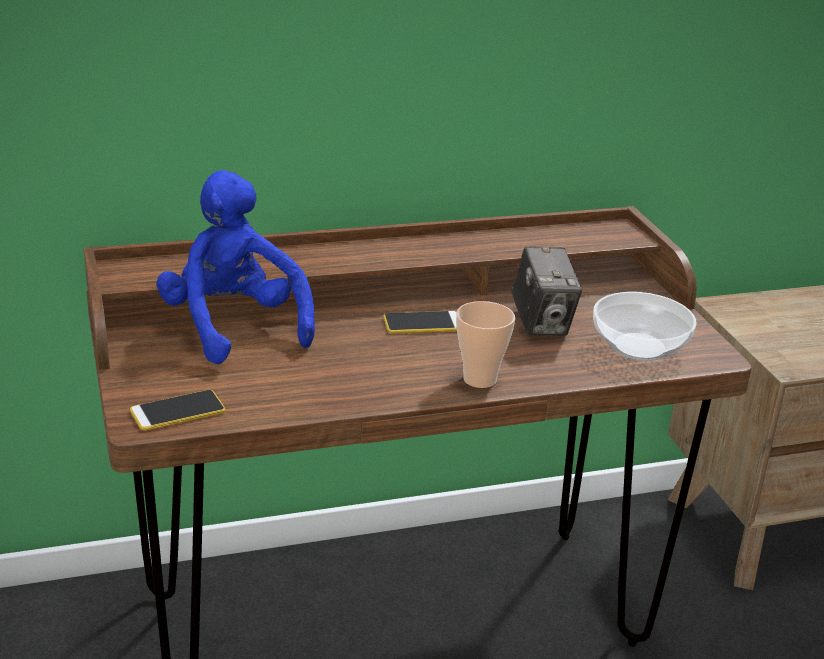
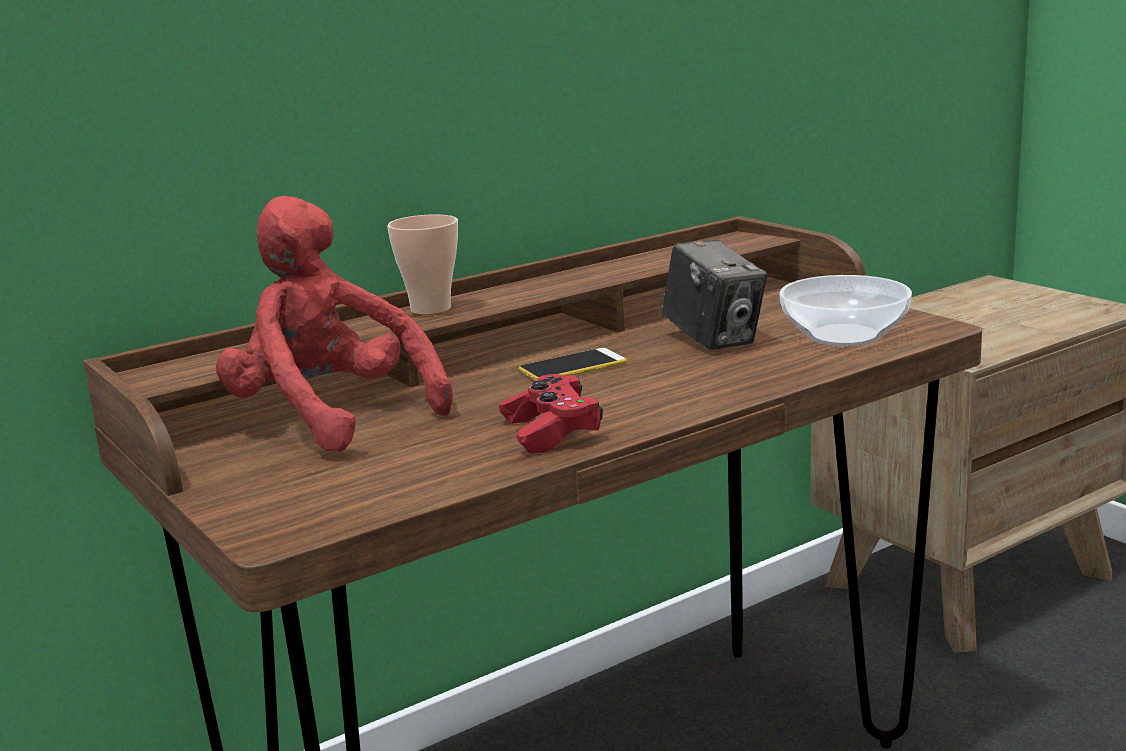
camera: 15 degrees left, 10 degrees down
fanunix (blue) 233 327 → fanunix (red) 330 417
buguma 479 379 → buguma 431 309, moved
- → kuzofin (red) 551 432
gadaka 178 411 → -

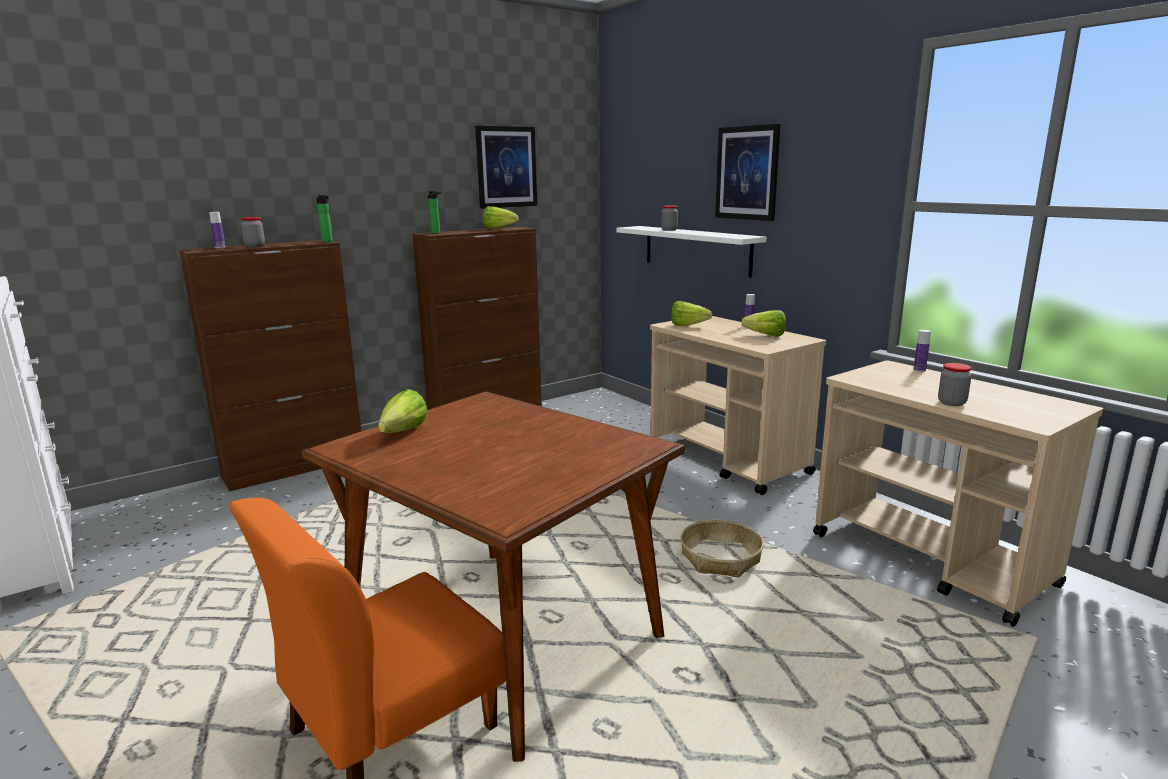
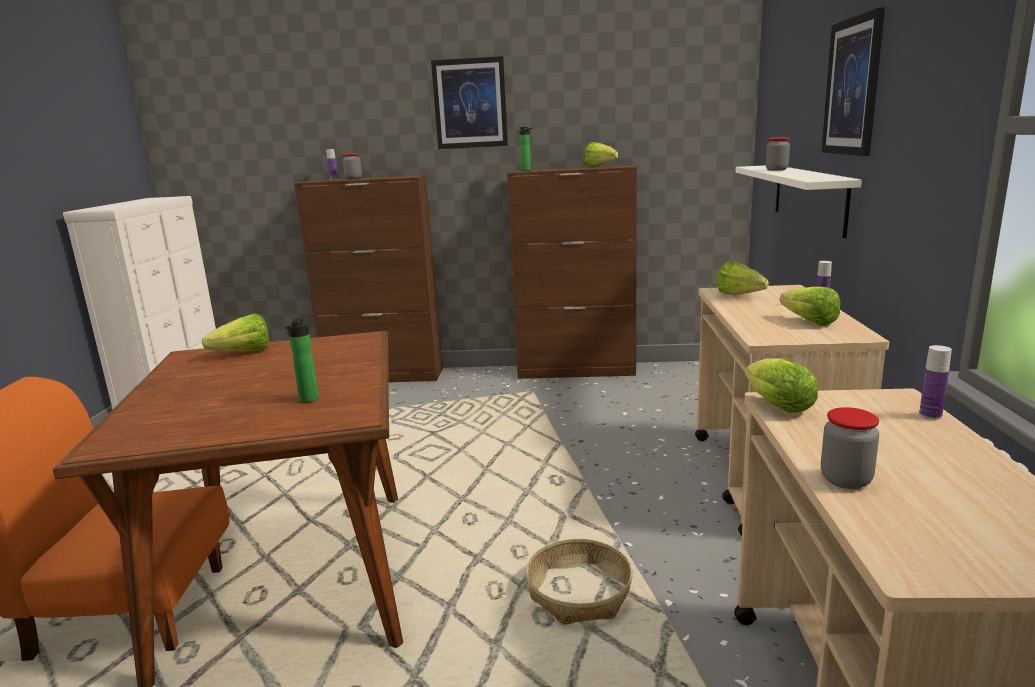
camera: 40 degrees right, 0 degrees up
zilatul 328 241 → zilatul 308 400, moved
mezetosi 506 167 → mezetosi 470 103, moved
- → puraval 775 405

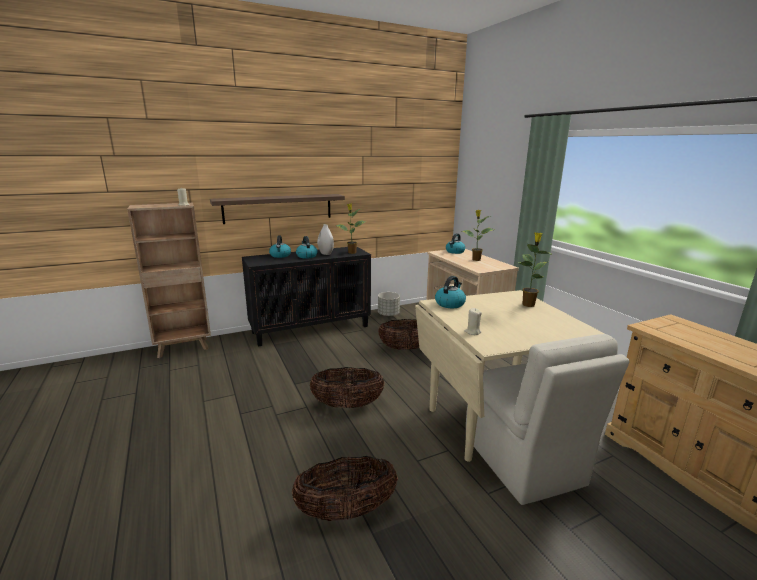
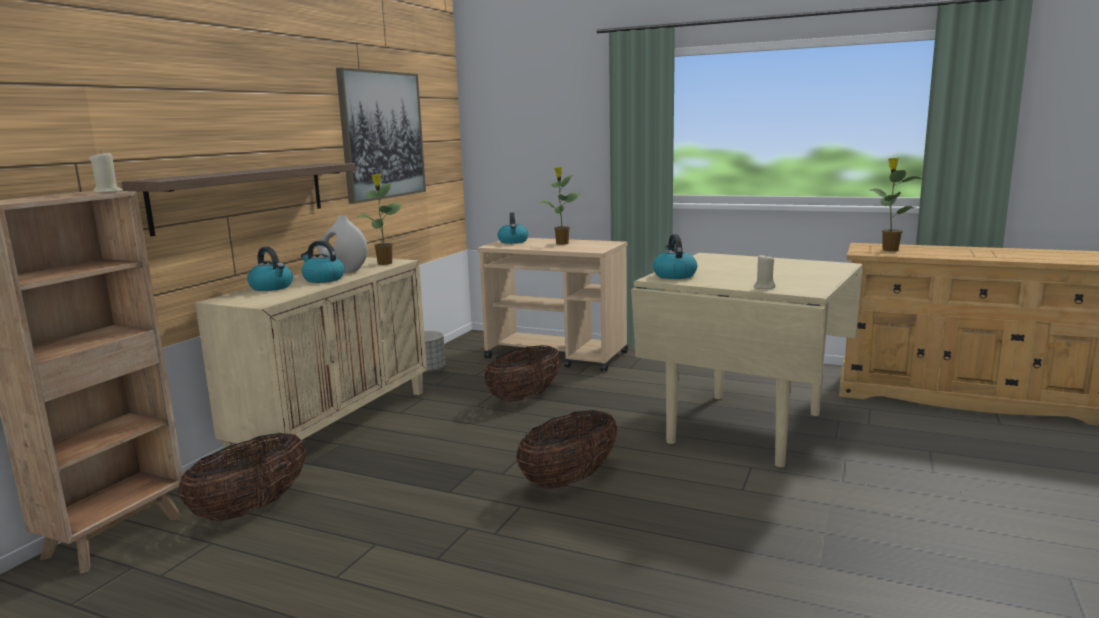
camera: 40 degrees left, 5 degrees down
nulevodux 346 511 → nulevodux 251 509, moved
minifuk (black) 311 329 → minifuk (beige) 335 424
- → mezetosi 382 135
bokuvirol 528 304 → bokuvirol 889 249, moved
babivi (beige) 524 462 → -

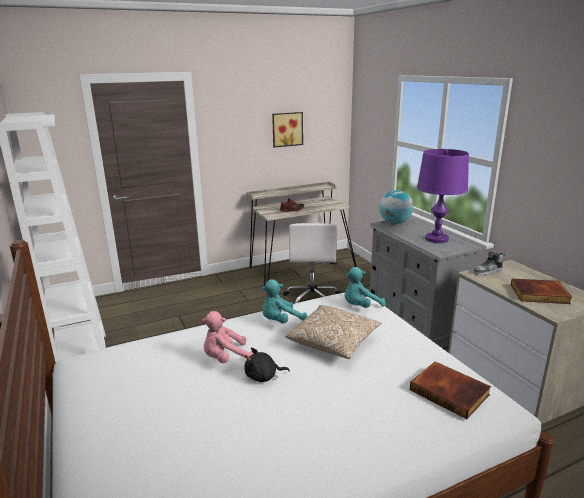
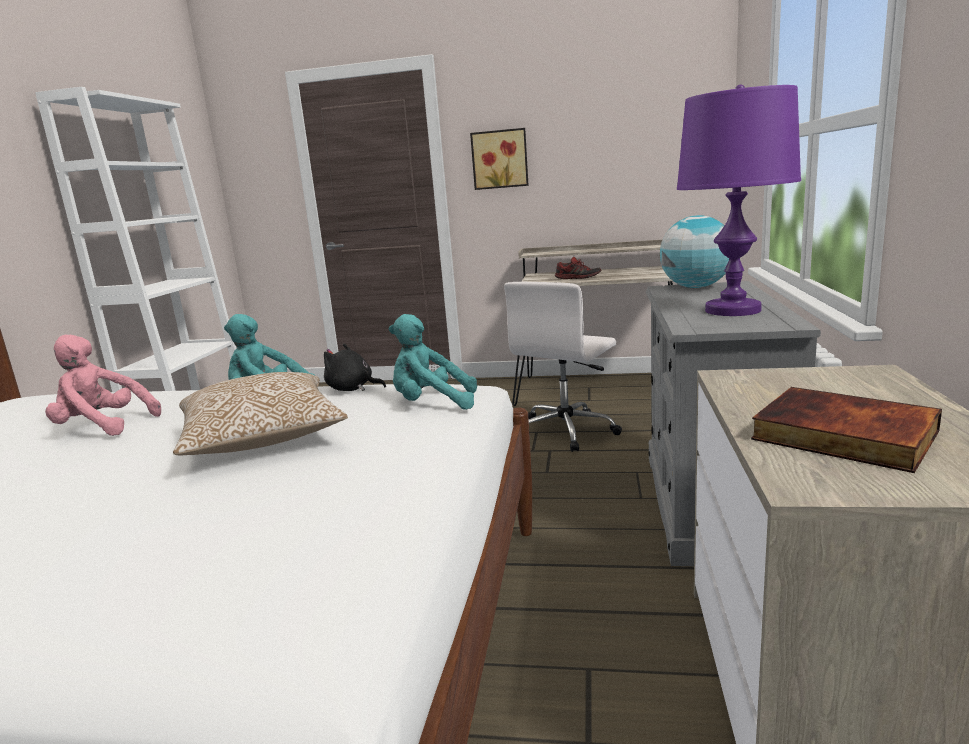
camera: 35 degrees right, 5 degrees down
fanunix (black) 263 377 → fanunix (black) 352 389, moved
mezetosi 287 129 → mezetosi 500 159, moved
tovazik 450 392 → -
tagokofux 487 271 → -

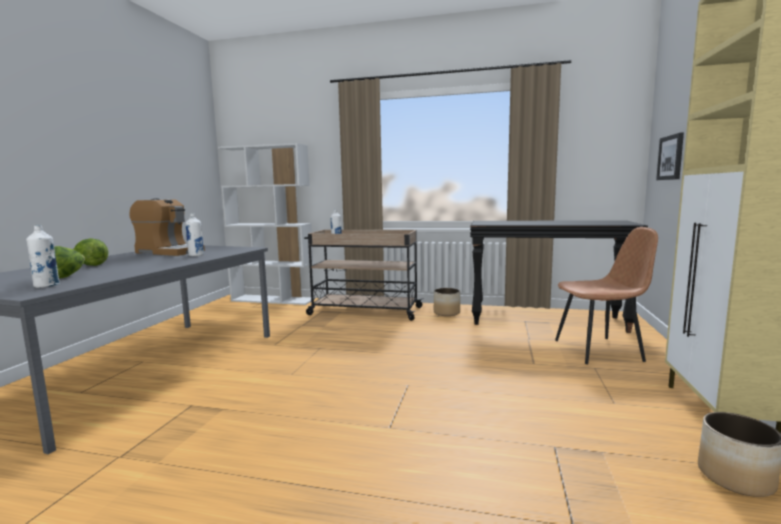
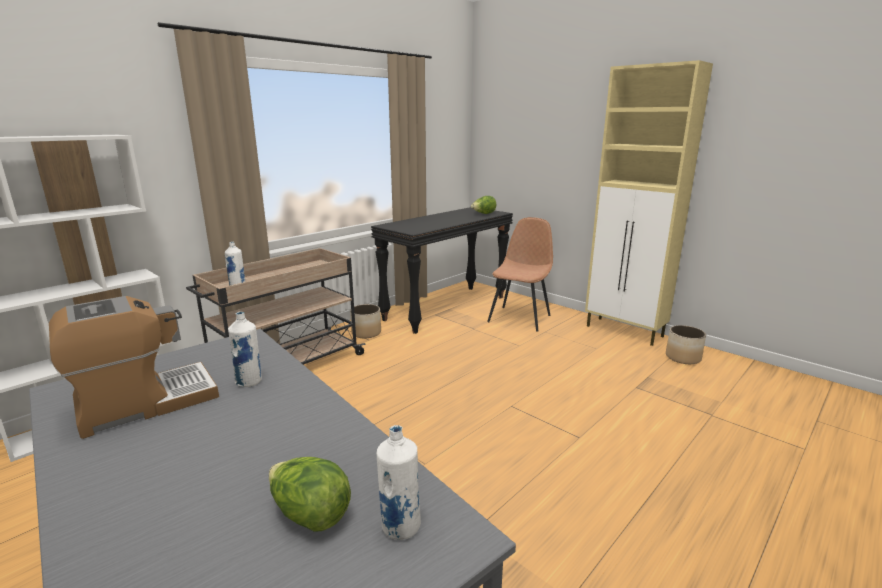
camera: 60 degrees left, 10 degrees up
puraval 91 265 → puraval 483 214, moved
mezetosi 671 157 → -

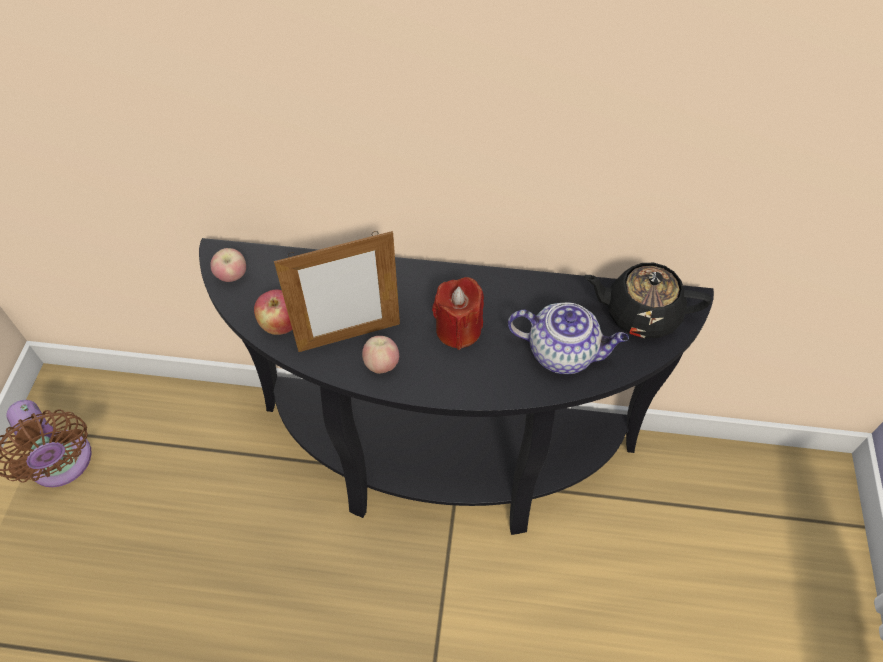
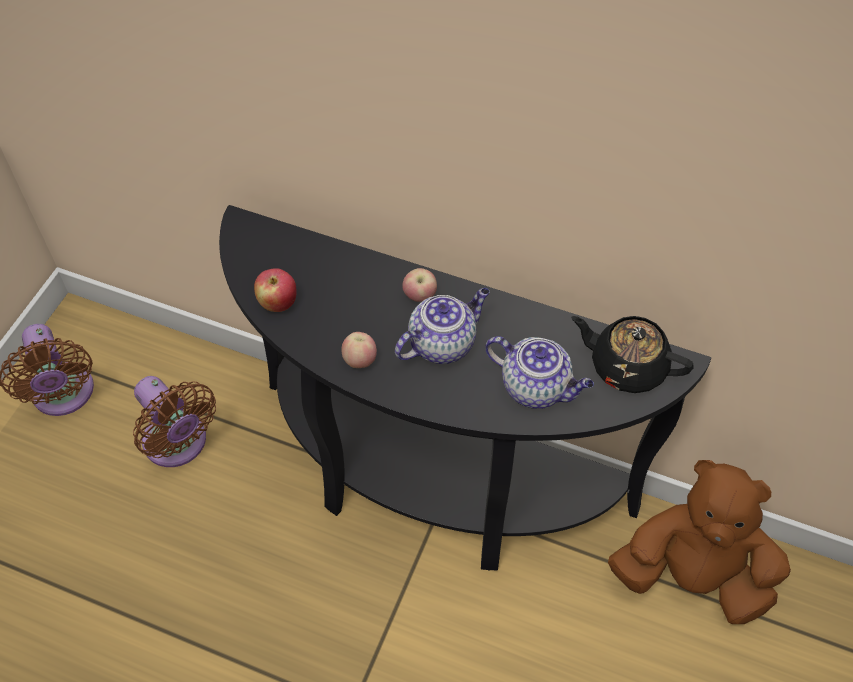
camera: 15 degrees right, 0 degrees up
- → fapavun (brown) 178 444
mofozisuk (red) 458 329 → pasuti 442 343
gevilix 232 276 → gevilix 420 296, moved
- → fanunix (brown) 692 576
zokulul 349 337 → -

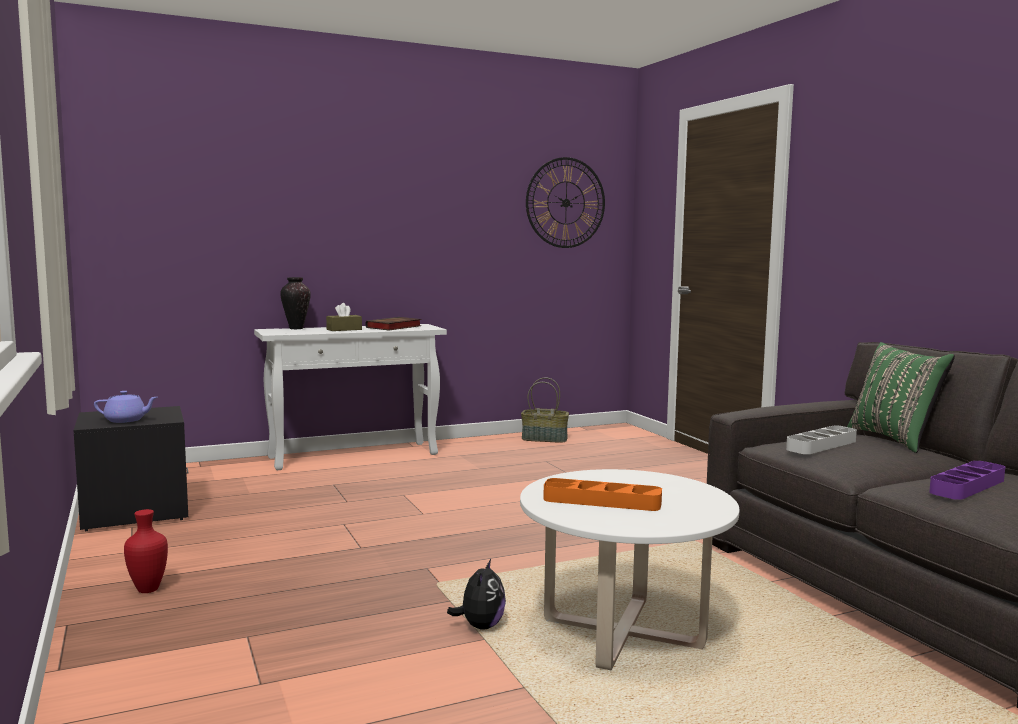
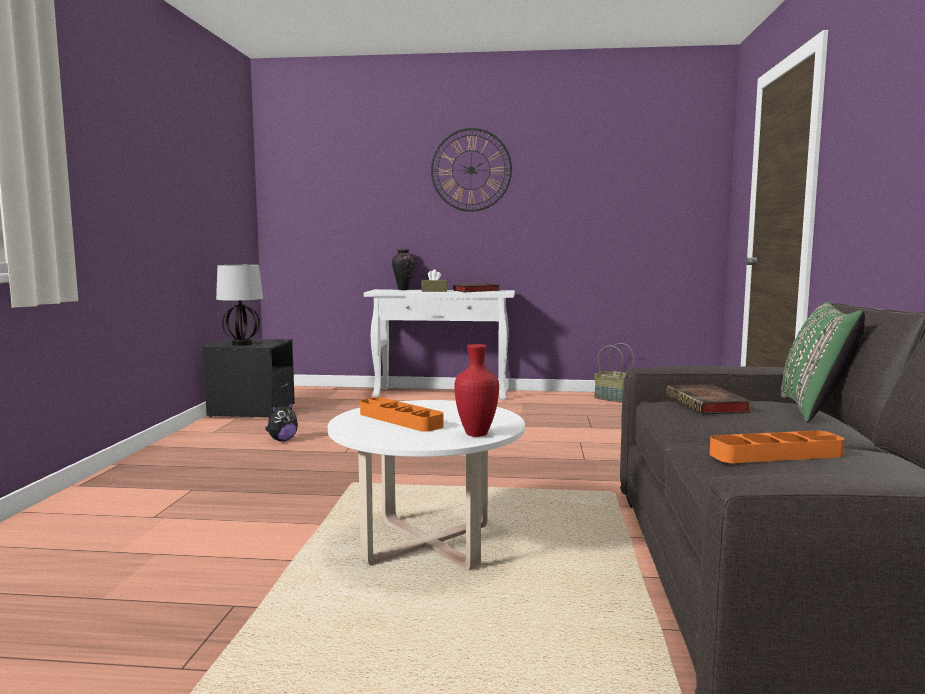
camera: 30 degrees right, 0 degrees up
pasuti (purple) 126 420 → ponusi 241 344
fanunix 480 626 → fanunix 282 440, moved
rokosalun 565 203 → rokosalun 471 170, moved
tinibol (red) 148 590 → tinibol (red) 476 435, moved
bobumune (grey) 821 445 → tovazik 708 405
bobumune (purple) 967 486 → bobumune (orange) 775 454

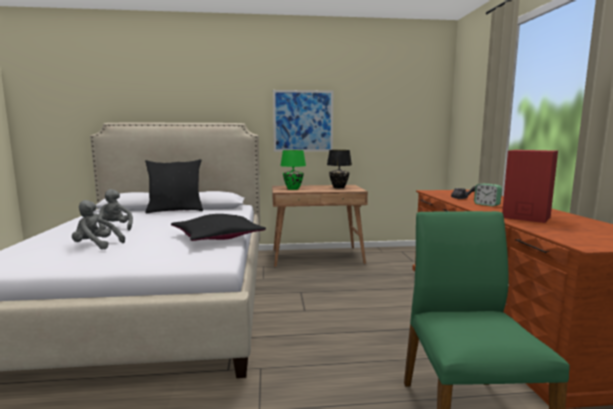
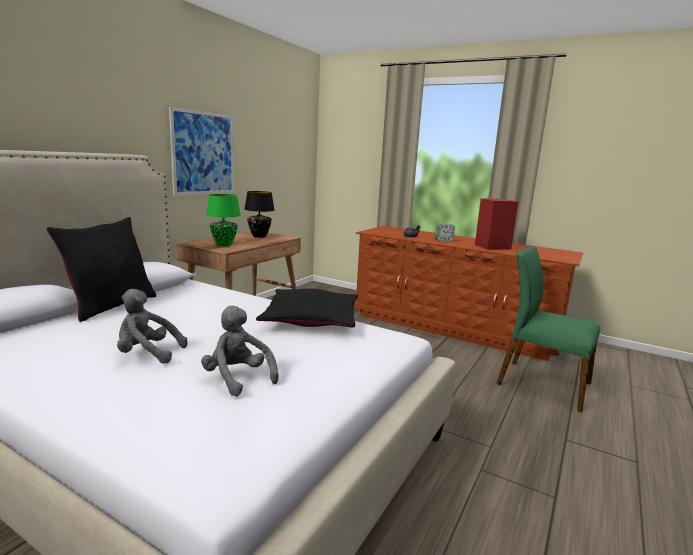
camera: 55 degrees left, 5 degrees up
fanunix (grey) 96 246 → fanunix (grey) 238 378, 90 degrees clockwise

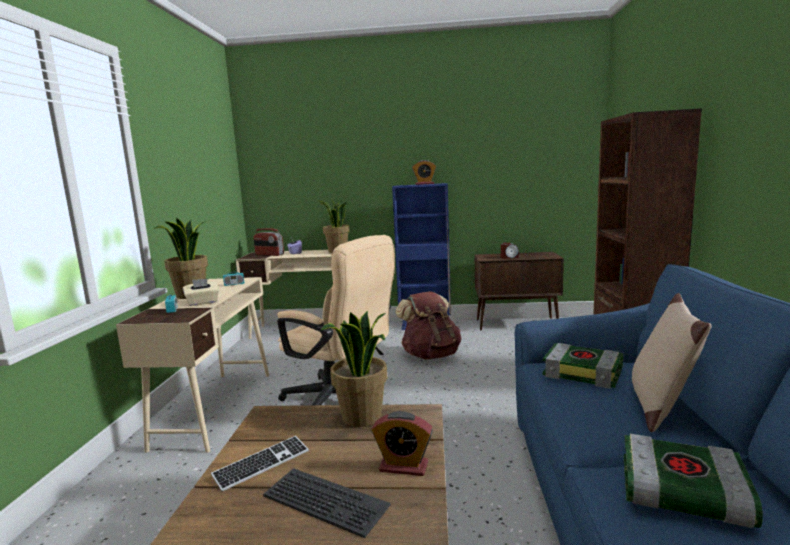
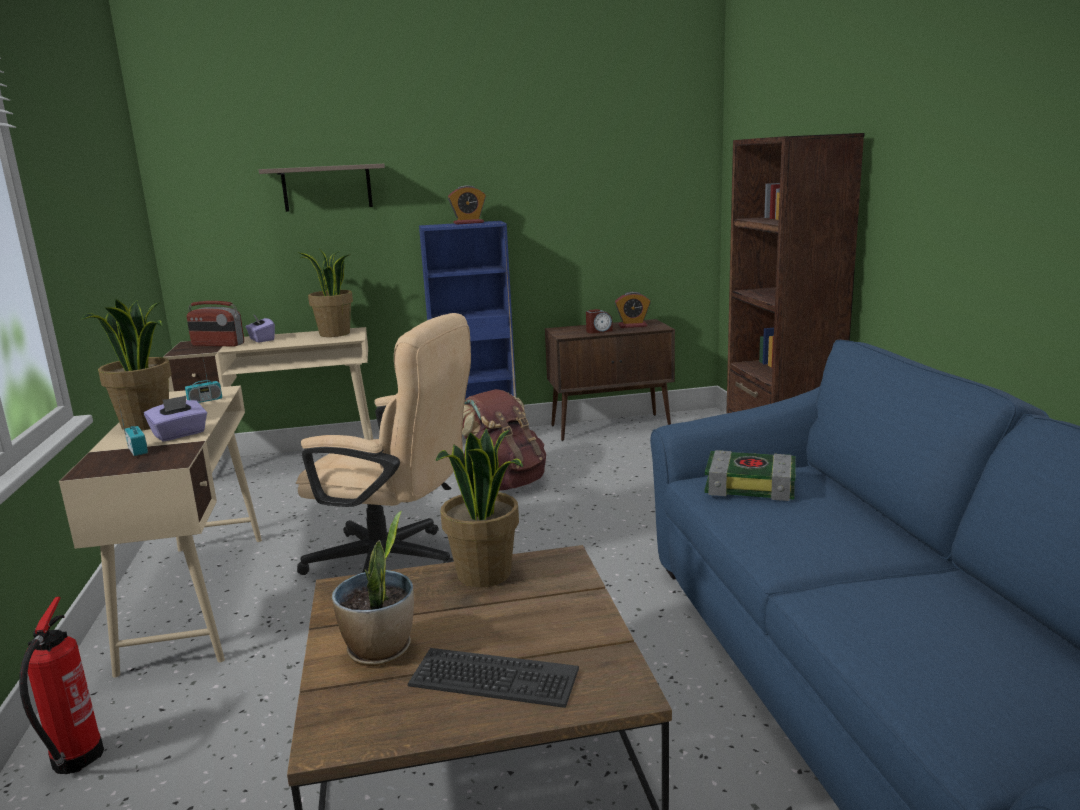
camera: 15 degrees left, 5 degrees up
- → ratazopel 74 761
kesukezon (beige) 202 302 → kesukezon (purple) 180 434
- → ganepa 327 187
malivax 262 464 → bokuvirol 380 650
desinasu 403 466 → desinasu 632 326, moved
tovazik 681 493 → -
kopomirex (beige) 660 406 → -

